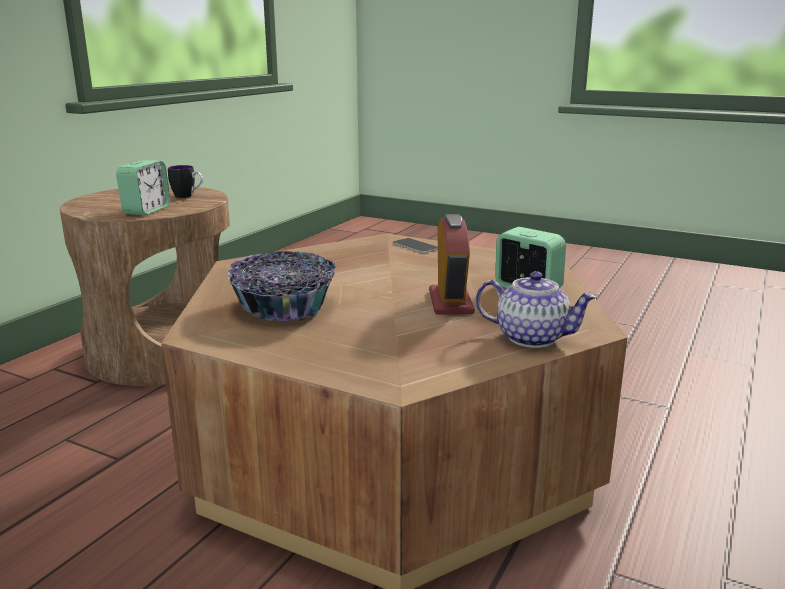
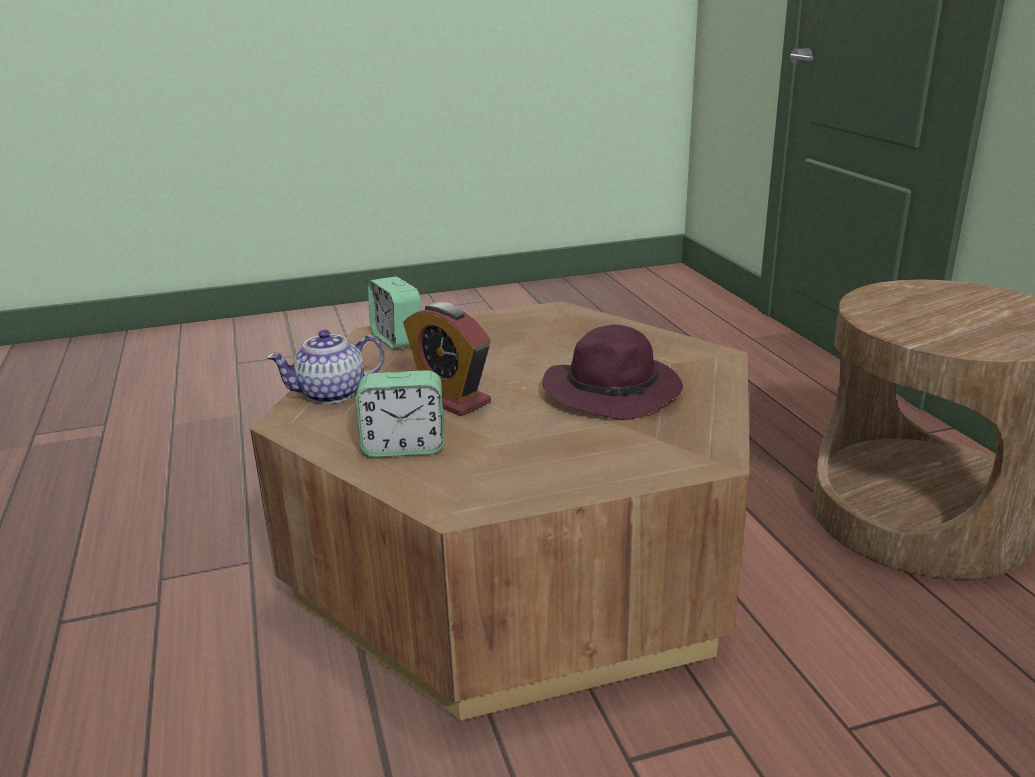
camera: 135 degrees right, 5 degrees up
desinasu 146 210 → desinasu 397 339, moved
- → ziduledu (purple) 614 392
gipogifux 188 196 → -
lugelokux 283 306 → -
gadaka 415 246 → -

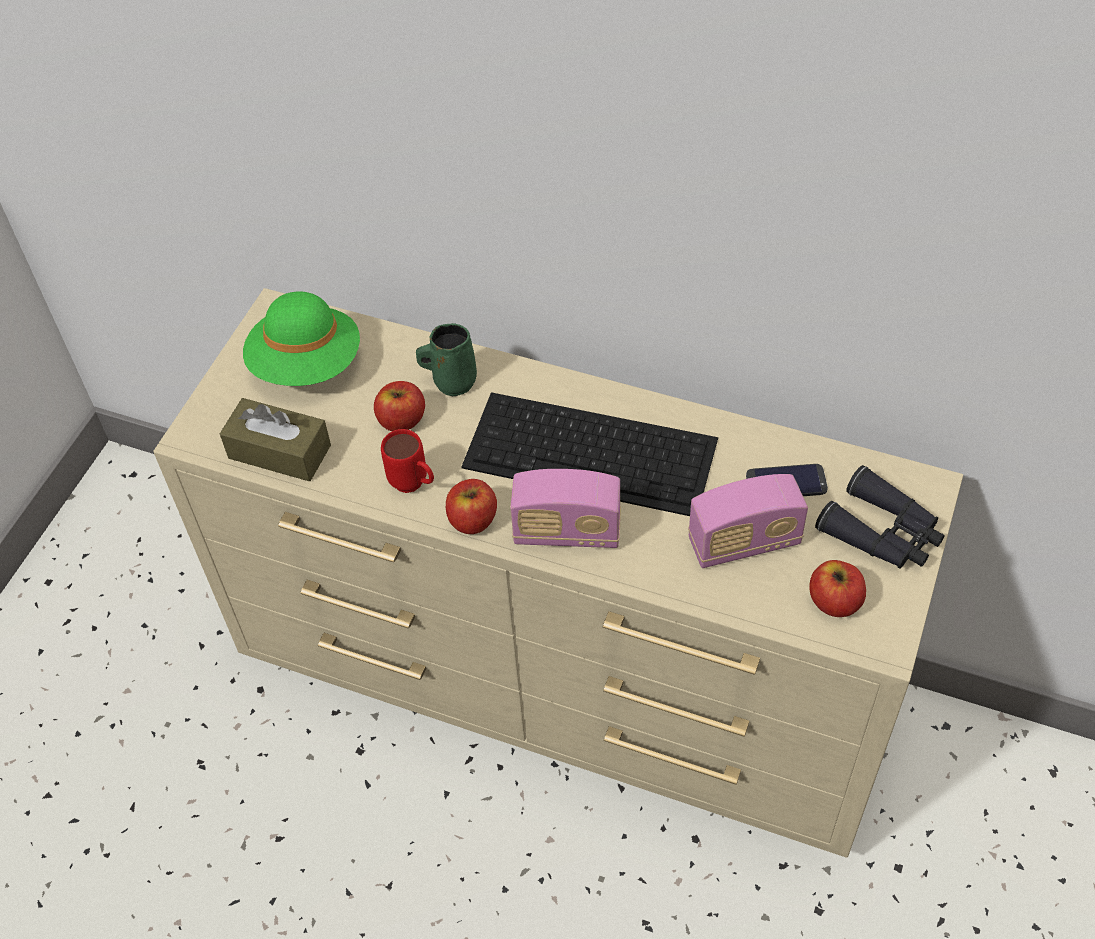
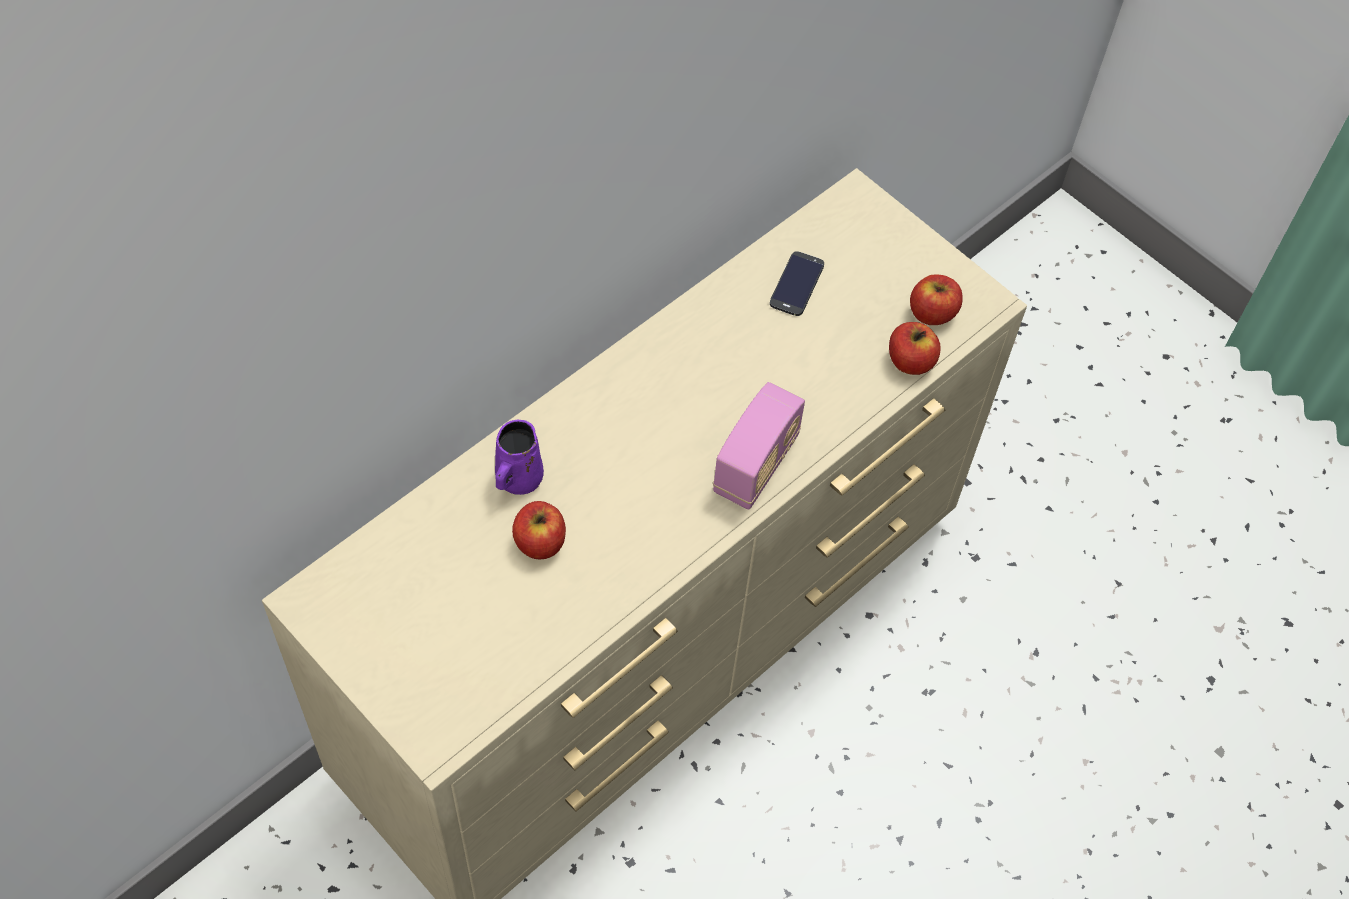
camera: 70 degrees left, 5 degrees up
gipogifux (green) 452 381 → gipogifux (purple) 518 479
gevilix 472 520 → gevilix 910 361, moved
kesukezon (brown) 279 451 → -
ziduledu (green) 307 364 → -
gipogifux (red) 414 486 → -
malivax 593 453 → -
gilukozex 744 542 → -
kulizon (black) 882 533 → -

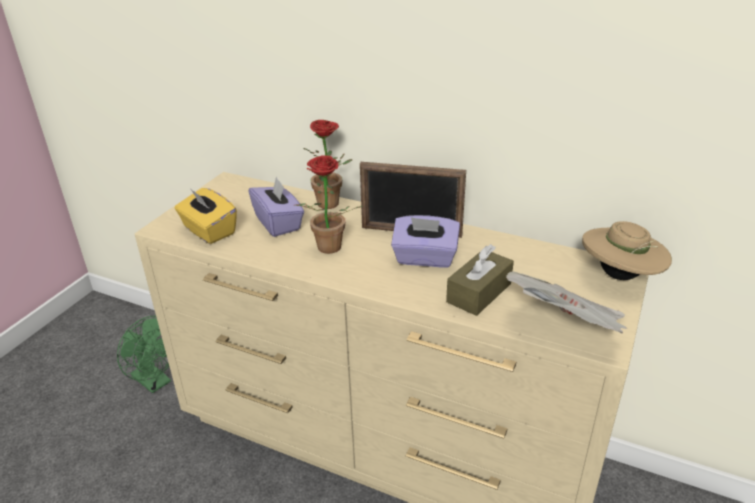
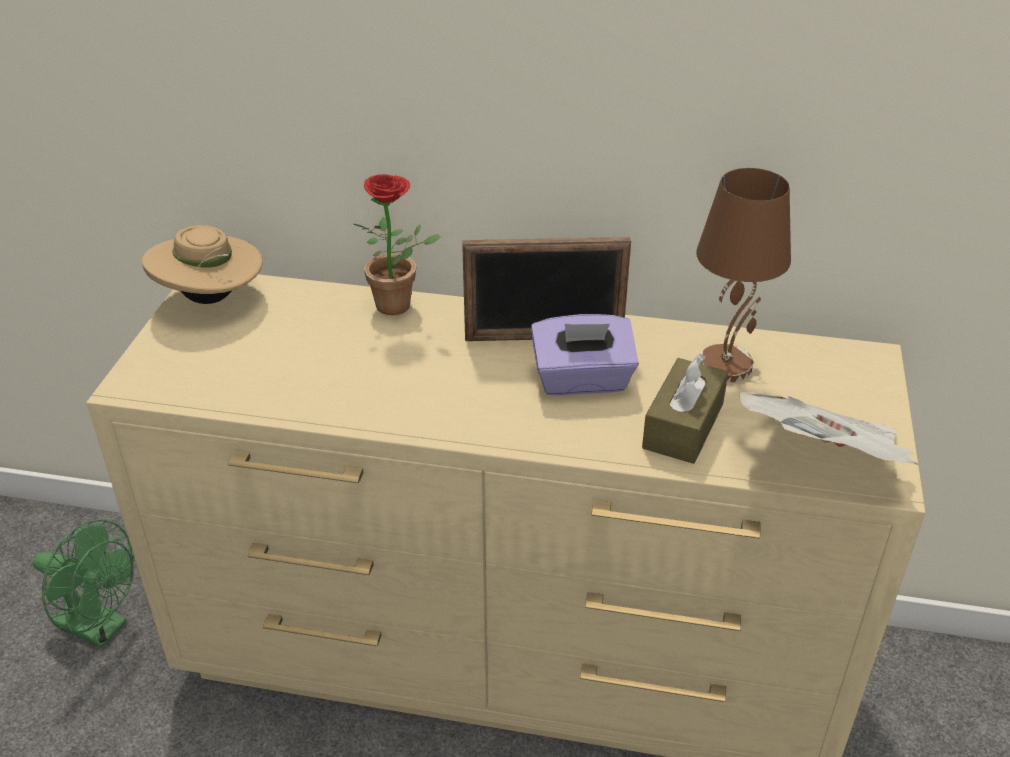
camera: 15 degrees left, 5 degrees up
ziduledu (beige) 620 276 → ziduledu (beige) 211 299, moved
- → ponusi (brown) 726 364
kesukezon (yellow) 208 231 → -
kesukezon (purple) 278 223 → -
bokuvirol 327 250 → -

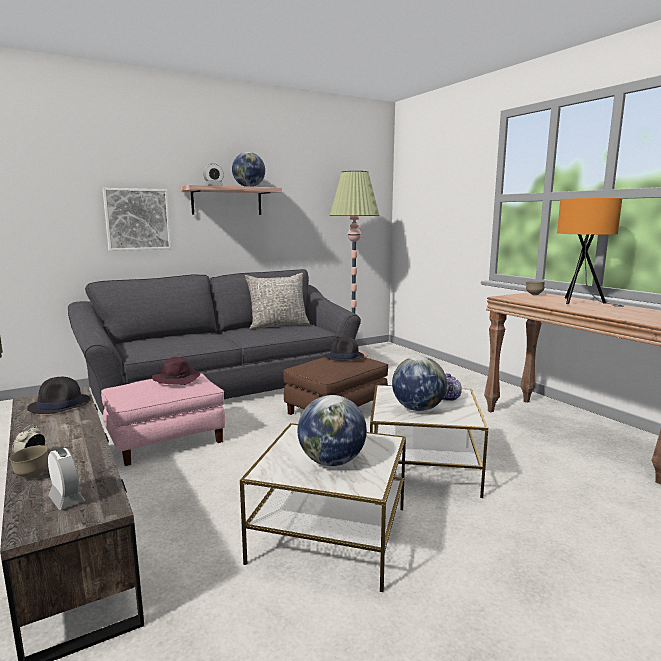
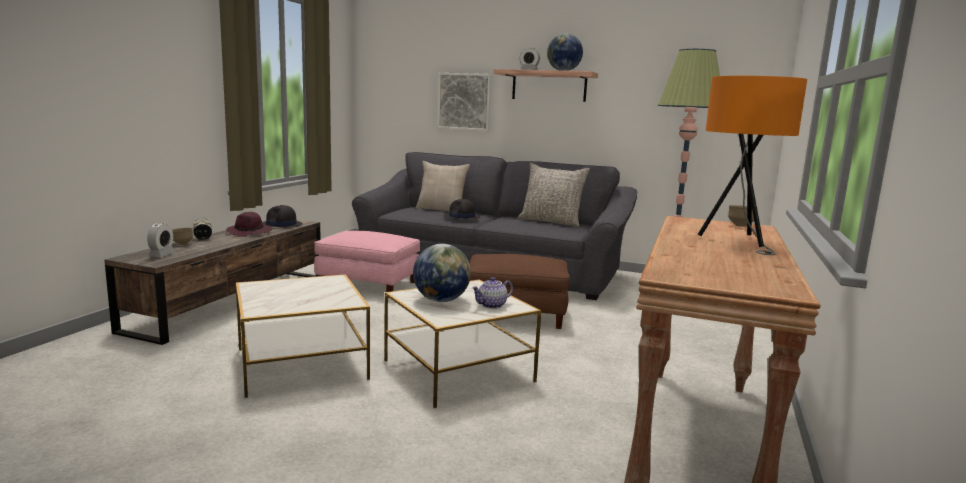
camera: 50 degrees right, 0 degrees up
ziduledu (purple) 177 379 → ziduledu (purple) 250 232, moved
- → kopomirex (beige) 441 209
ziduledu (black) 344 356 → ziduledu (black) 462 217, moved
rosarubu 331 462 → -

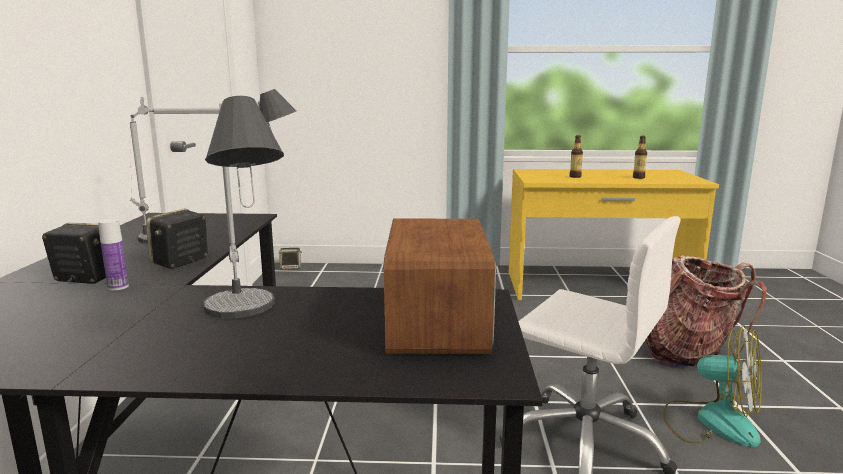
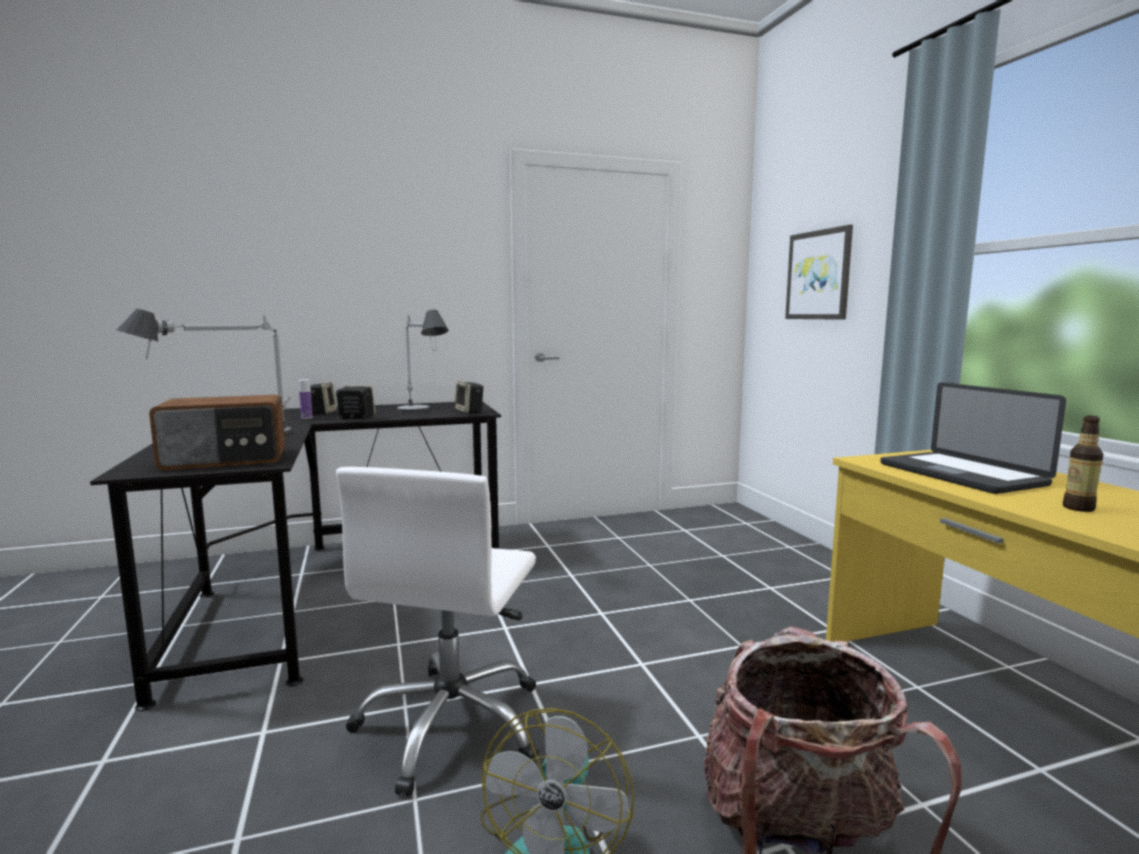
camera: 70 degrees right, 5 degrees down
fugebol 291 268 → fugebol 470 412, moved
- → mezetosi 819 275
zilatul 575 177 → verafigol 960 474

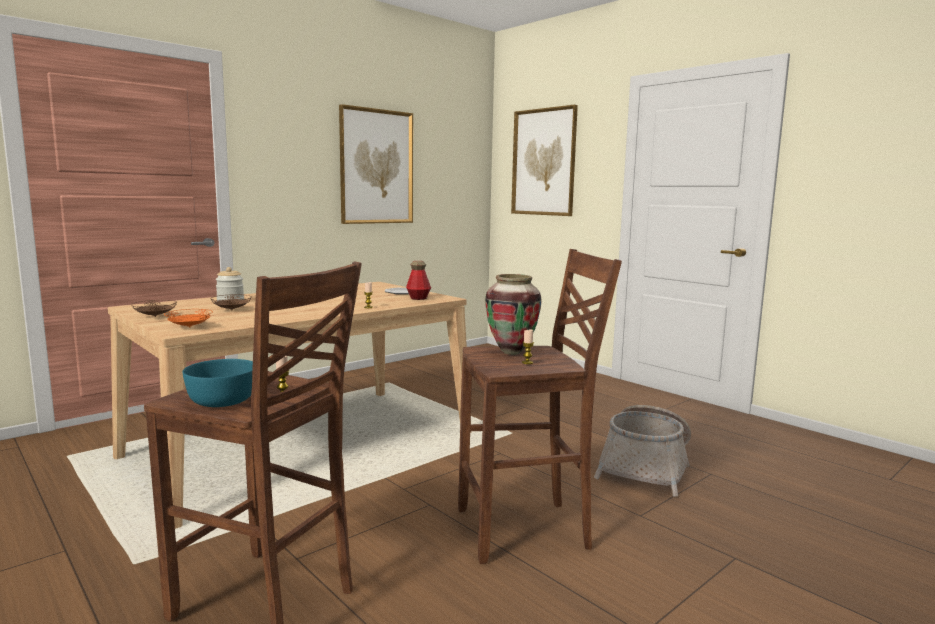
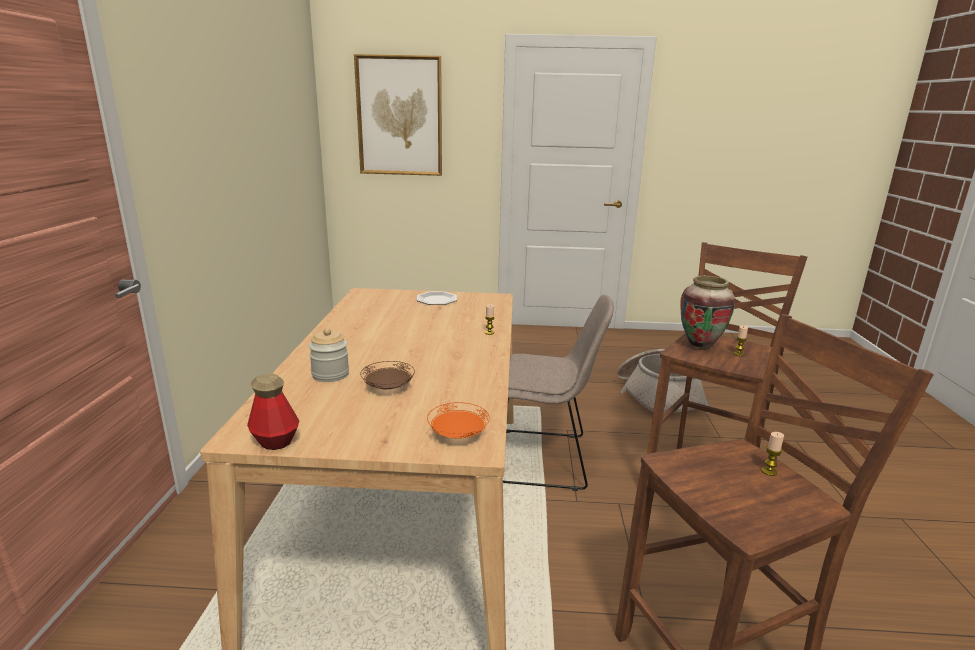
camera: 45 degrees left, 10 degrees up
zilatul 418 298 → zilatul 275 441, moved
- → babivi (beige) 544 459
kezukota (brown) 155 316 → -
lugelokux (turquoise) 223 401 → -
mezetosi 376 167 → -

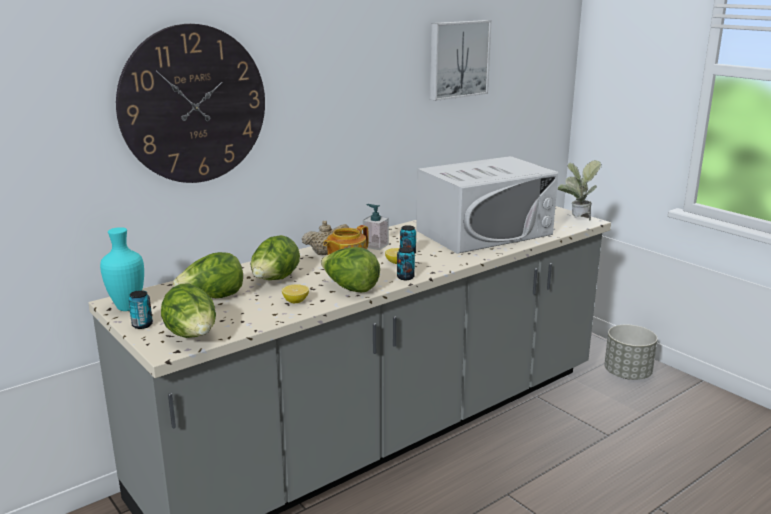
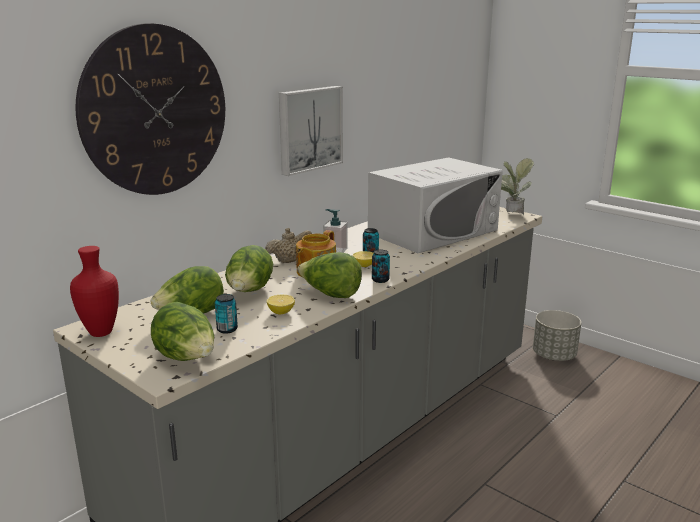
camera: 10 degrees left, 0 degrees up
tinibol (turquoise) 126 308 → tinibol (red) 99 333
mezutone 142 325 → mezutone 227 329, moved
mezetosi 457 59 → mezetosi 309 129, moved

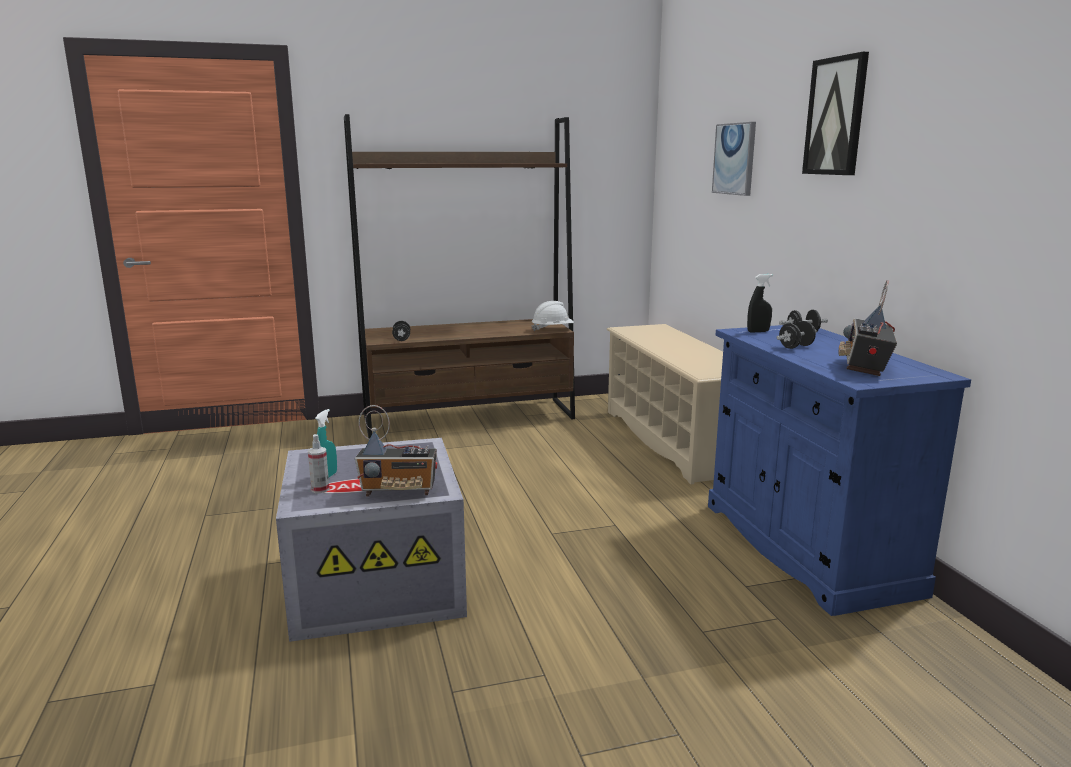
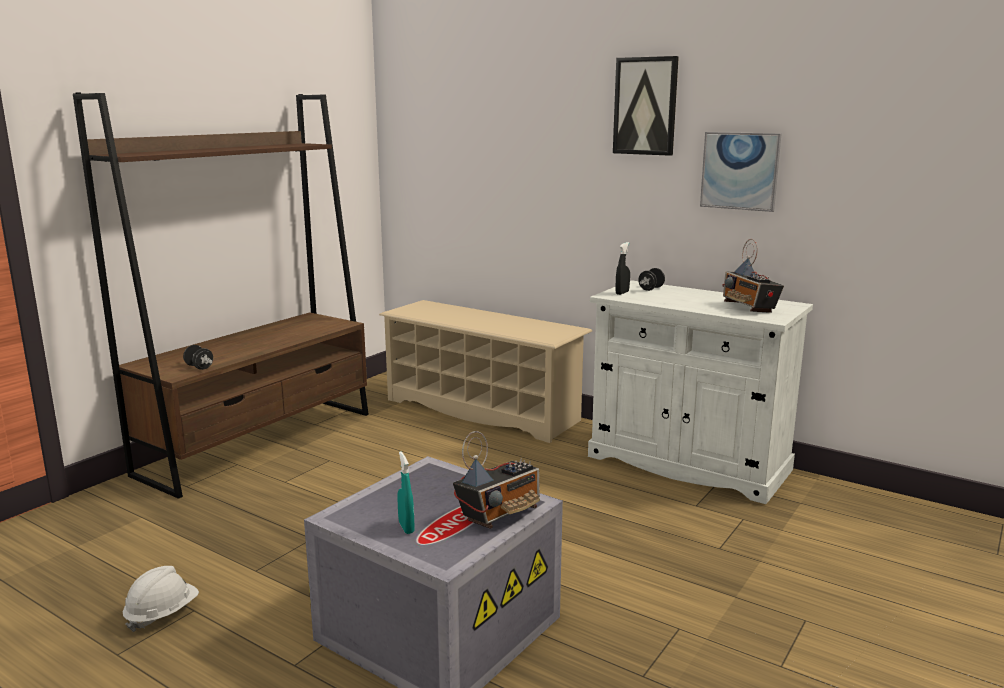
camera: 40 degrees left, 0 degrees up
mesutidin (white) 552 330 → mesutidin (white) 162 614, moved
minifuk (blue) 806 547 → minifuk (white) 688 463
mezetosi 734 159 → mezetosi 740 171, moved
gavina 320 489 → -
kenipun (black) 796 347 → -

